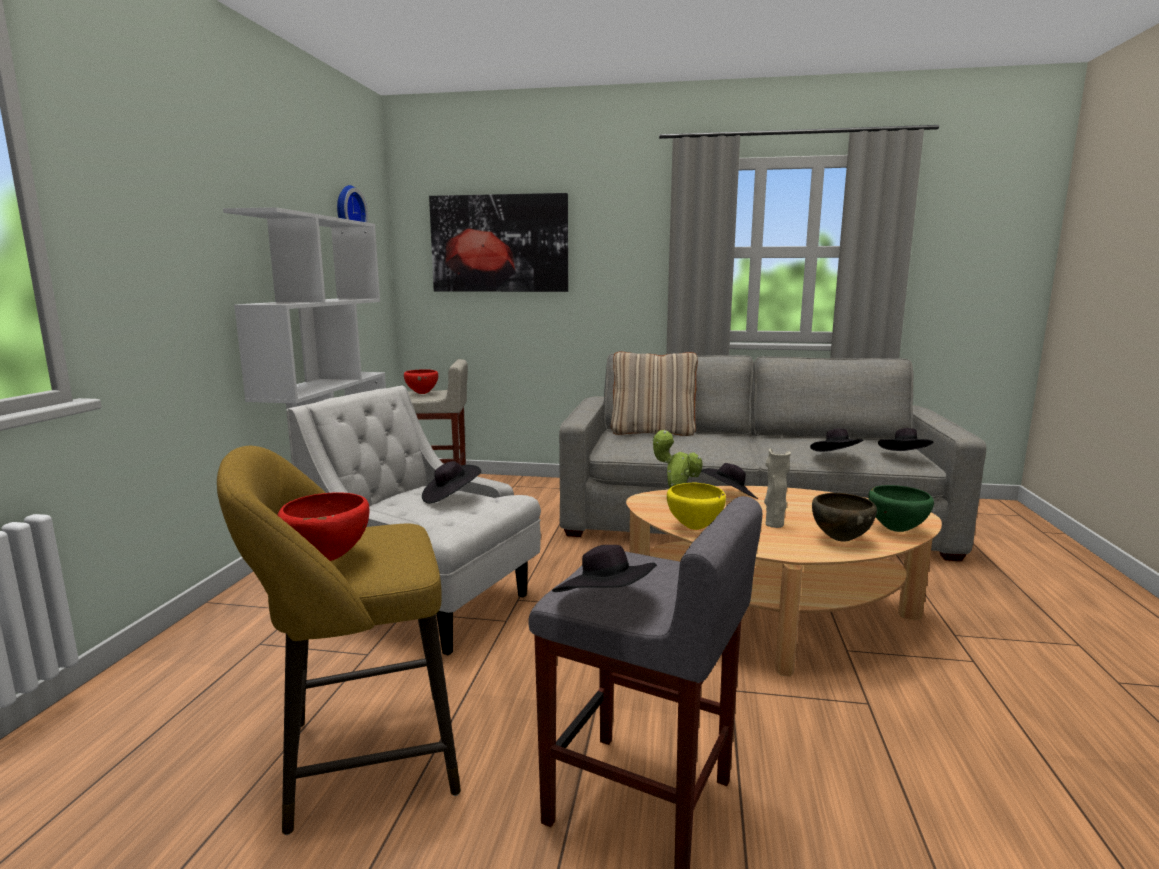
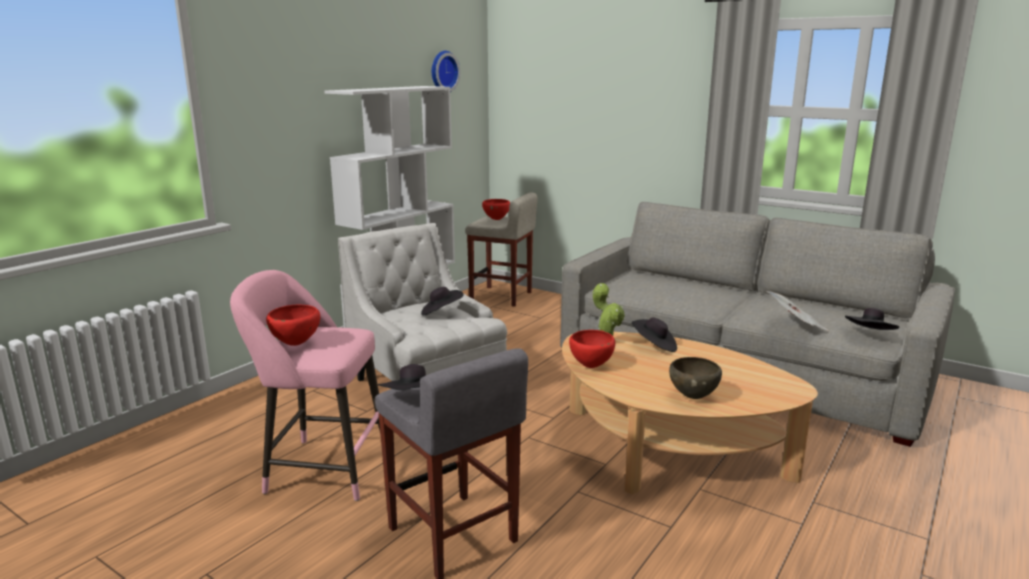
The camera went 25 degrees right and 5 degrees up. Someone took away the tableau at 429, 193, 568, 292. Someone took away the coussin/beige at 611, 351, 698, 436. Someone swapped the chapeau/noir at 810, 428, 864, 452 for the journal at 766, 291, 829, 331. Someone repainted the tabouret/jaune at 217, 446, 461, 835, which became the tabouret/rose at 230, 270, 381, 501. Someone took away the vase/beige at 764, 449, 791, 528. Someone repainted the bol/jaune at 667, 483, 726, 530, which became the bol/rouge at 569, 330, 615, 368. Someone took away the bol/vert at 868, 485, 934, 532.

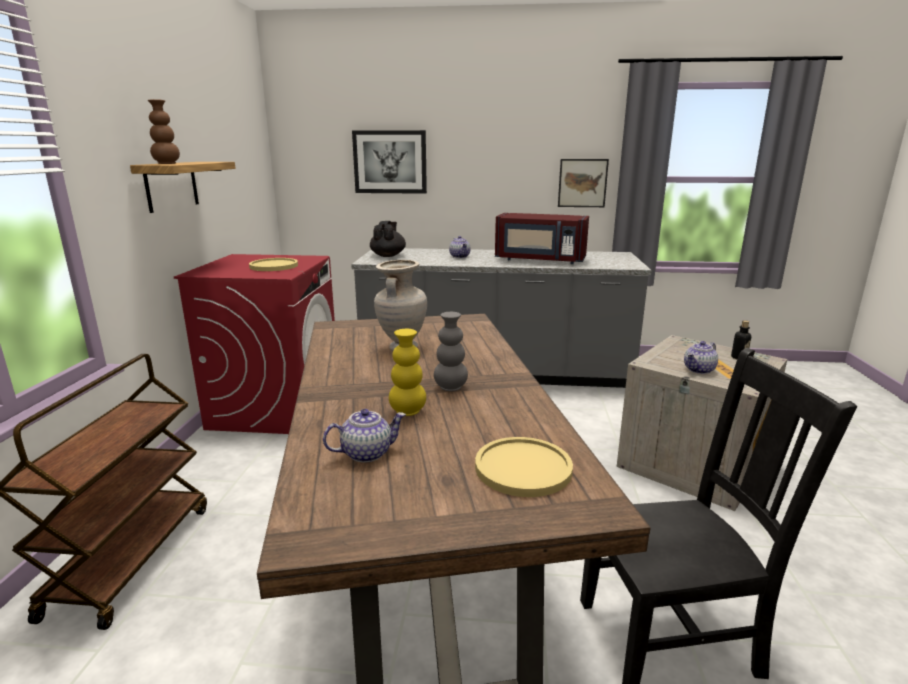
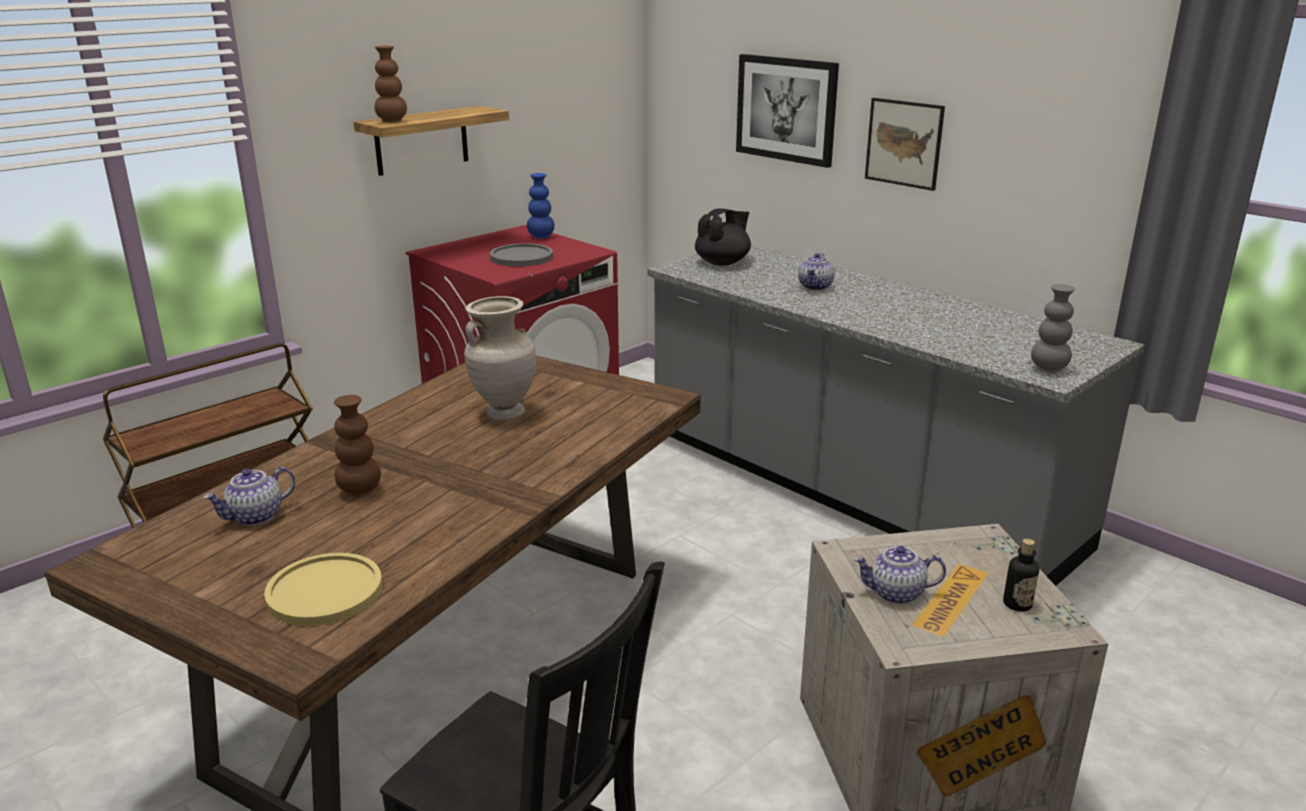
The camera went 40 degrees right and 5 degrees up. Someone carried the tableau from 558, 159, 609, 207 to 865, 98, 945, 191. Someone took away the micro-ondes/rouge at 495, 213, 589, 264. Someone repainted the assiette/jaune at 249, 258, 298, 271, which became the assiette/gris at 490, 243, 553, 266. Someone carried the vase/gris from 434, 312, 468, 391 to 1031, 284, 1075, 373. Someone repainted the vase/jaune at 389, 329, 426, 416, which became the vase/marron at 334, 395, 381, 497. Someone rotated the théière at 323, 409, 406, 463 by 120 degrees clockwise. Someone put down the vase/bleu at 527, 173, 555, 239.

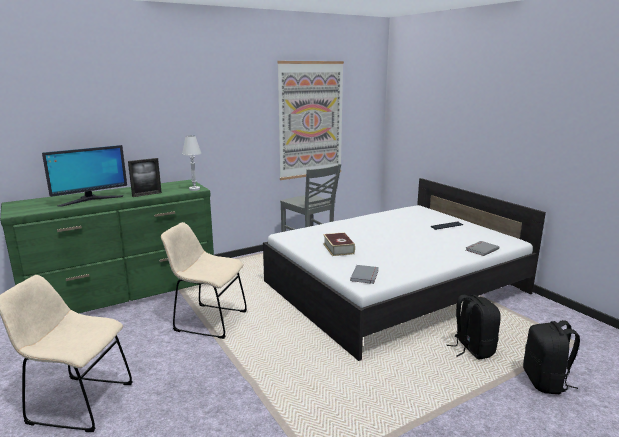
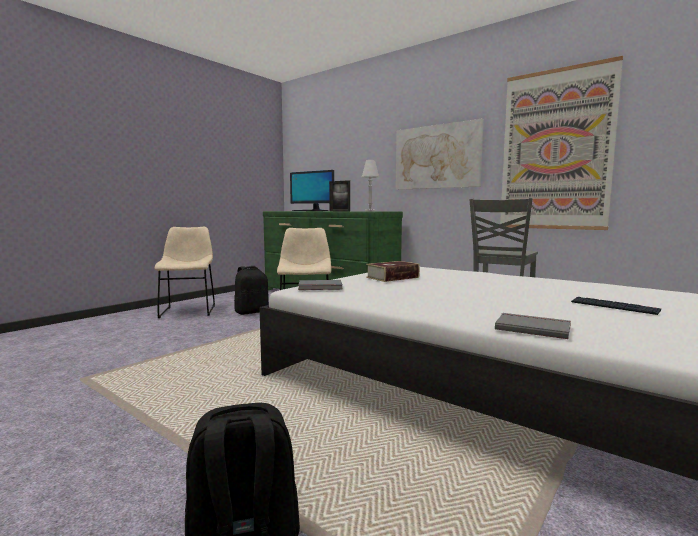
The camera went 70 degrees right and 10 degrees down. Someone carried the sac à dos/noir from 447, 295, 501, 360 to 234, 266, 269, 315. Someone put up the tableau at 396, 119, 484, 190.

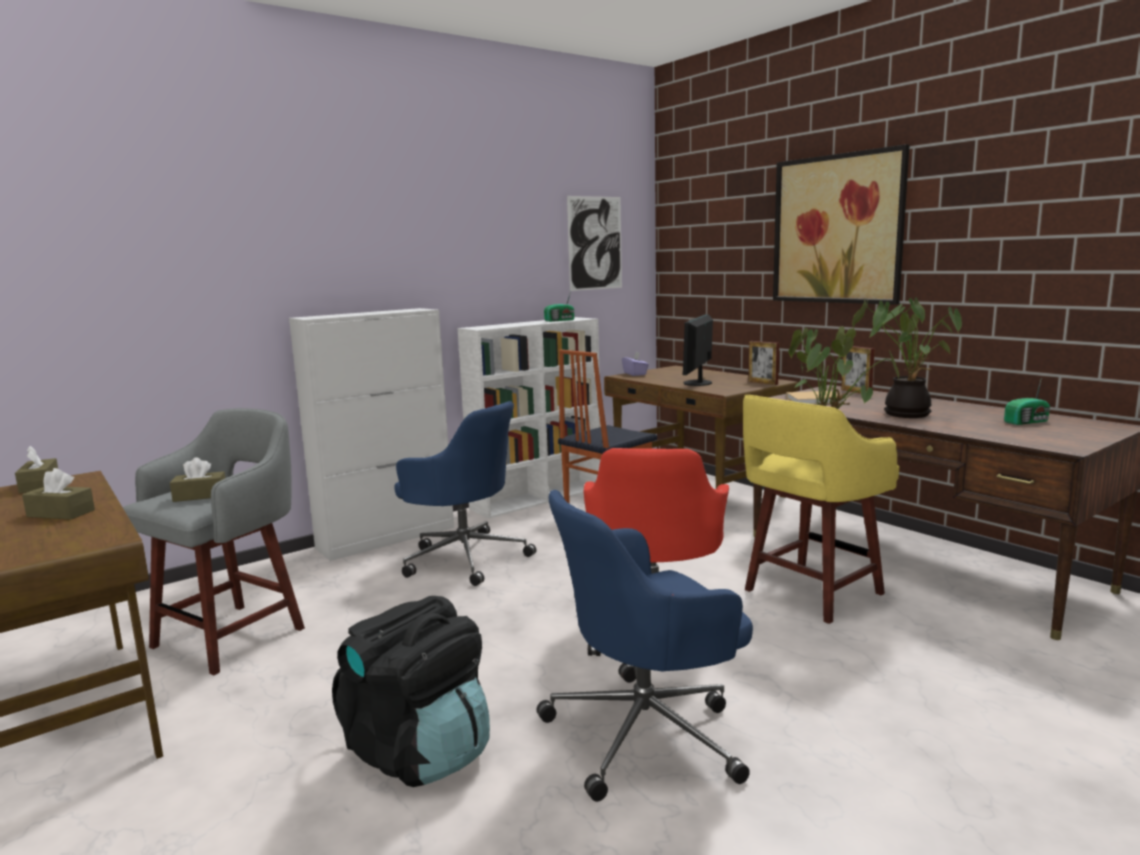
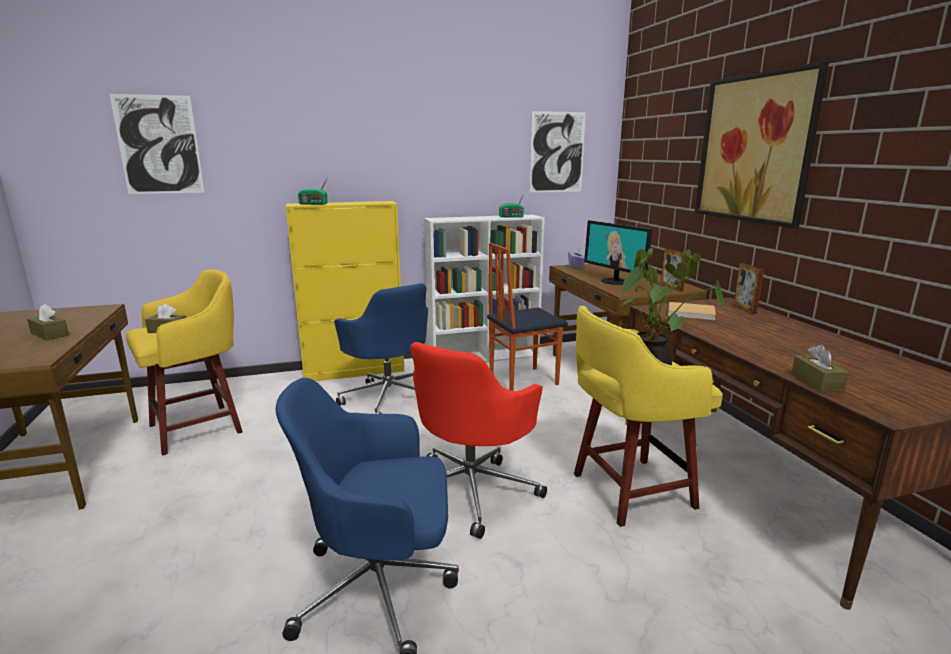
The camera went 20 degrees right and 5 degrees up. Someone took away the plante en pot at 852, 297, 962, 418. Someone repainted the meuble de rangement/blanc at 289, 308, 454, 561, which became the meuble de rangement/jaune at 286, 201, 404, 381. Someone rotated the écran d'ordinateur at 683, 314, 713, 386 by 75 degrees counterclockwise. Someone carried the radio from 1004, 380, 1050, 425 to 298, 177, 328, 205. Someone repainted the tabouret/gris at 123, 408, 305, 675, which became the tabouret/jaune at 126, 269, 243, 455. Someone carried the boîte à mouchoirs/marron from 15, 446, 58, 493 to 791, 344, 849, 392. Someone took away the sac à dos/noir at 332, 596, 490, 787. Someone put up the tableau at 110, 94, 204, 194.

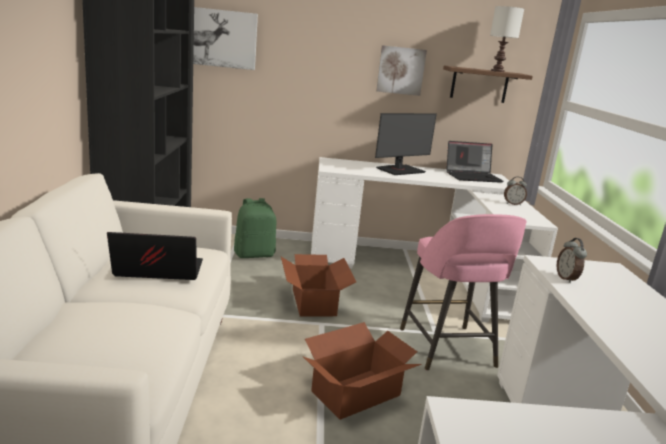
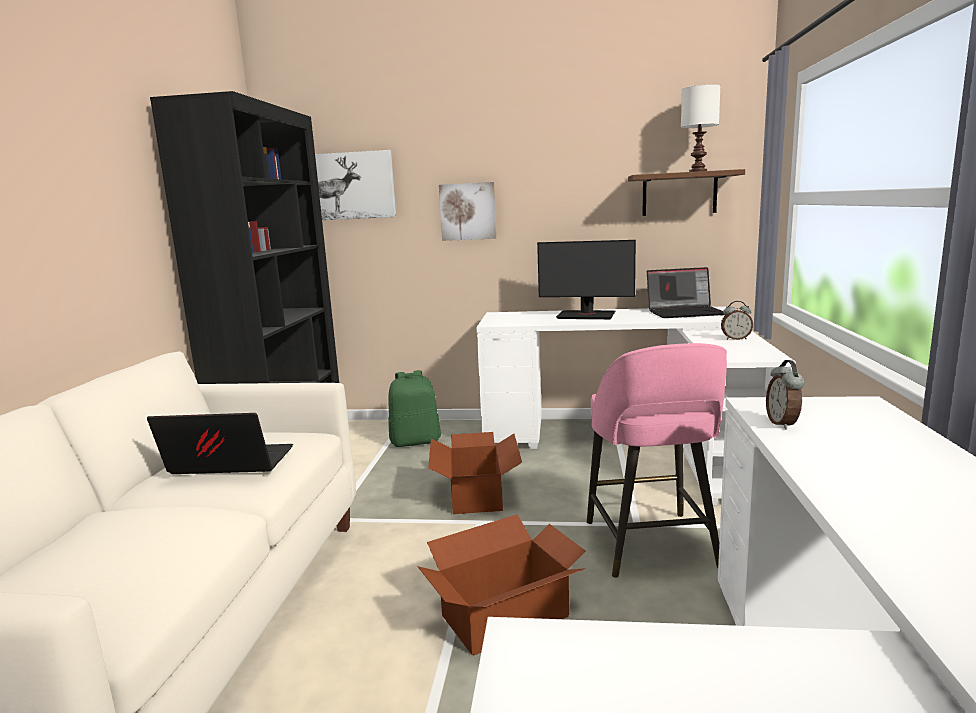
The camera went 10 degrees right and 5 degrees down. Someone carried the tableau from 376, 45, 427, 96 to 439, 182, 496, 241. Someone rotated the écran d'ordinateur at 375, 113, 437, 175 by 45 degrees clockwise.

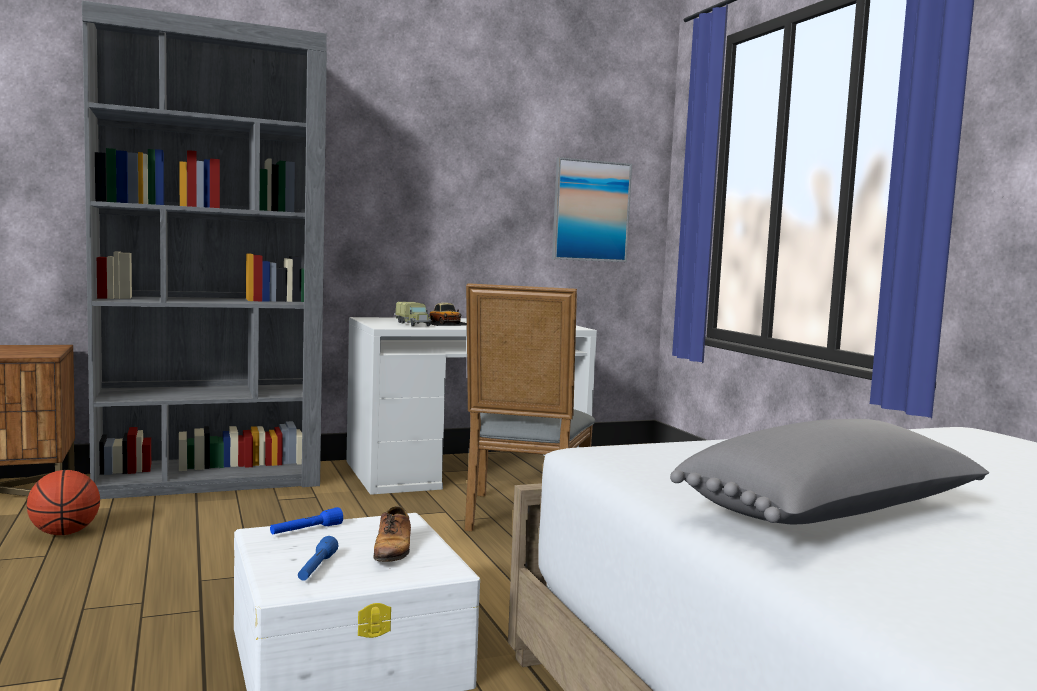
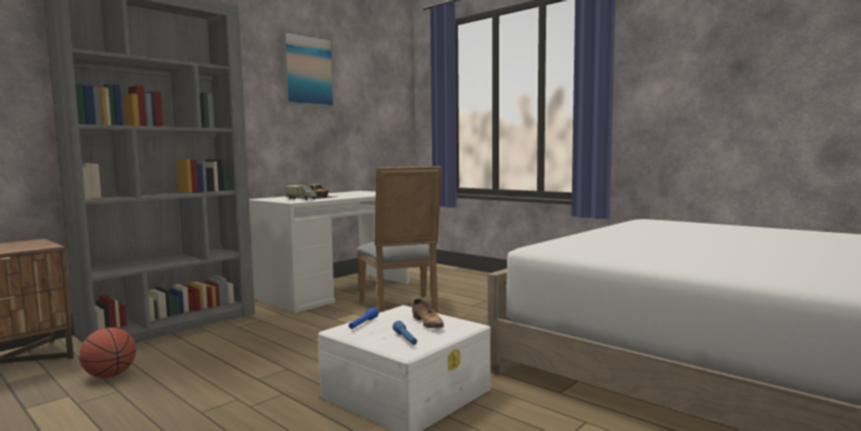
The camera went 25 degrees left and 0 degrees up. Someone carried the tableau from 552, 157, 632, 262 to 282, 30, 334, 107. Someone took away the coussin/gris at 670, 419, 989, 524.

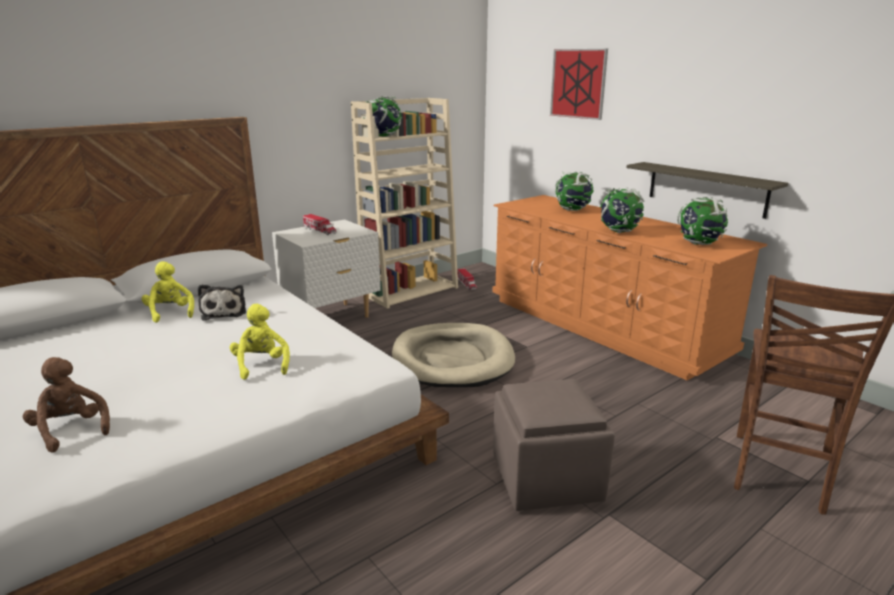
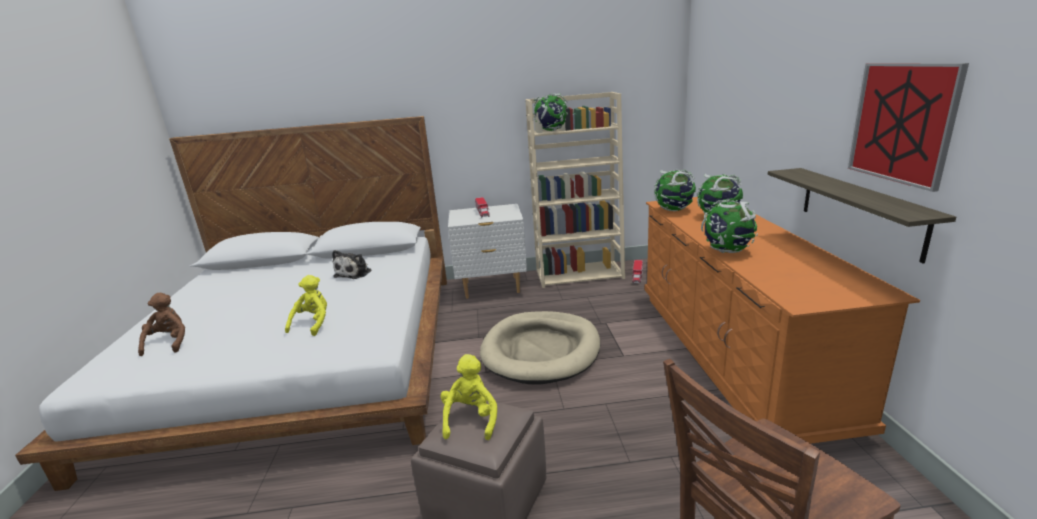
The camera went 35 degrees right and 0 degrees up. Someone carried the tableau from 550, 49, 608, 120 to 848, 63, 969, 192. Someone carried the globe from 677, 197, 728, 245 to 654, 170, 696, 211. Someone carried the peluche/jaune from 142, 261, 194, 323 to 441, 354, 497, 440.

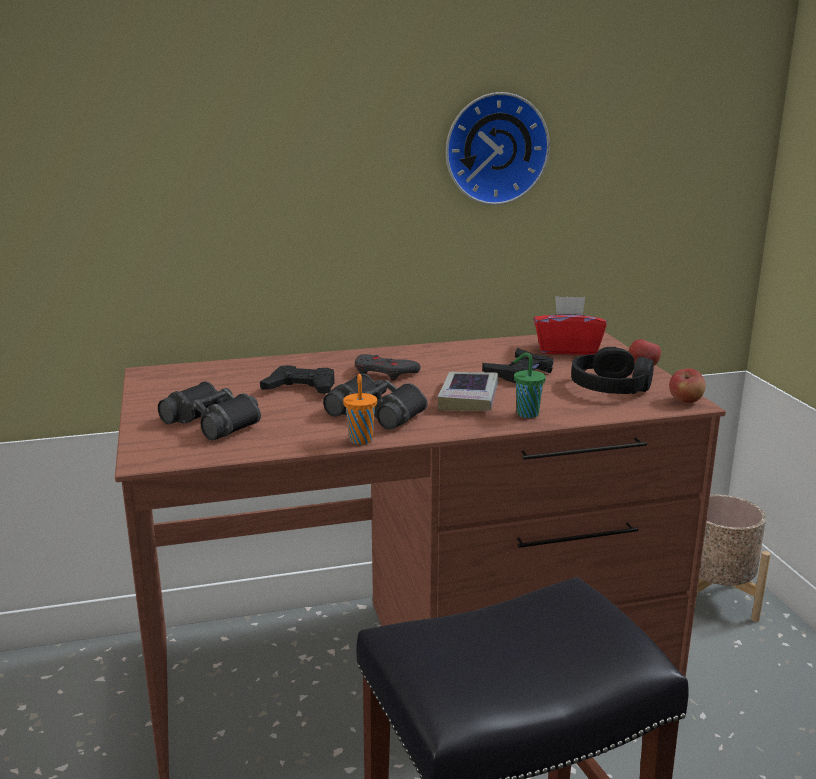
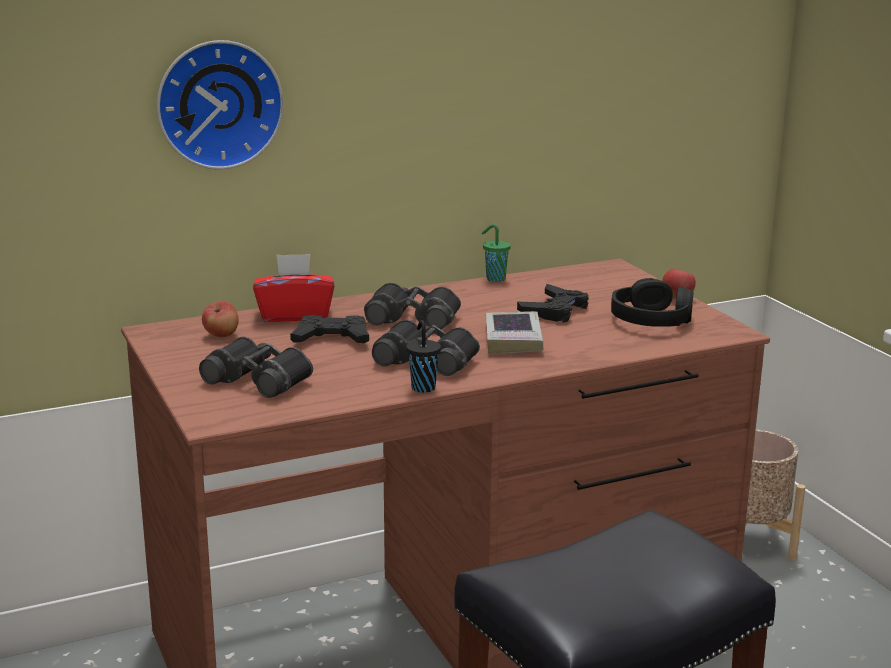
The camera went 10 degrees left and 0 degrees up. Someone carried the horloge murale from 446, 92, 550, 205 to 157, 40, 284, 170. Someone carried the boîte à mouchoirs/rouge from 534, 296, 607, 355 to 253, 254, 335, 322. Someone carried the tasse/vert from 514, 353, 546, 418 to 482, 224, 511, 282. Someone swapped the manette/gris at 355, 354, 420, 381 for the jumelles/noir at 364, 283, 461, 330. Someone carried the pomme from 669, 368, 706, 403 to 202, 301, 239, 337. Someone repainted the tasse/orange at 343, 374, 377, 444, which became the tasse/noir at 406, 320, 441, 393.

